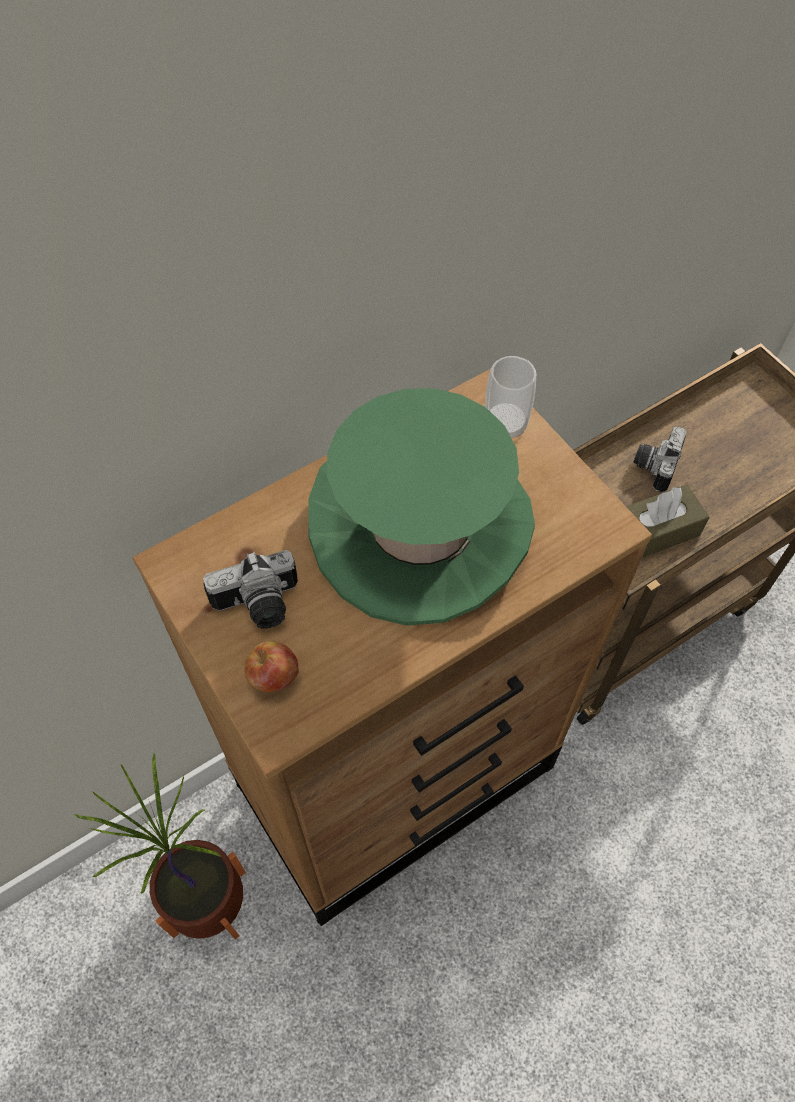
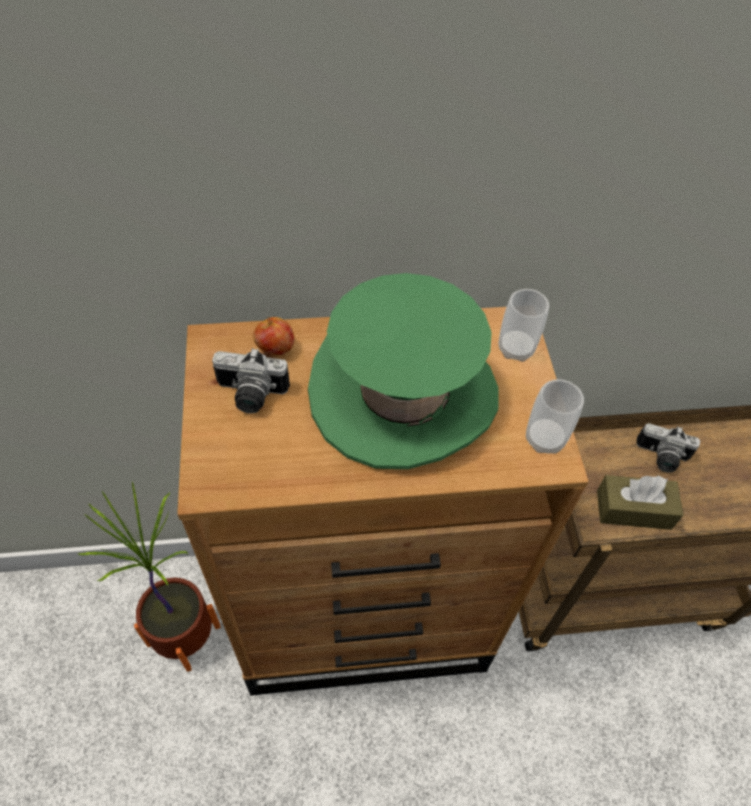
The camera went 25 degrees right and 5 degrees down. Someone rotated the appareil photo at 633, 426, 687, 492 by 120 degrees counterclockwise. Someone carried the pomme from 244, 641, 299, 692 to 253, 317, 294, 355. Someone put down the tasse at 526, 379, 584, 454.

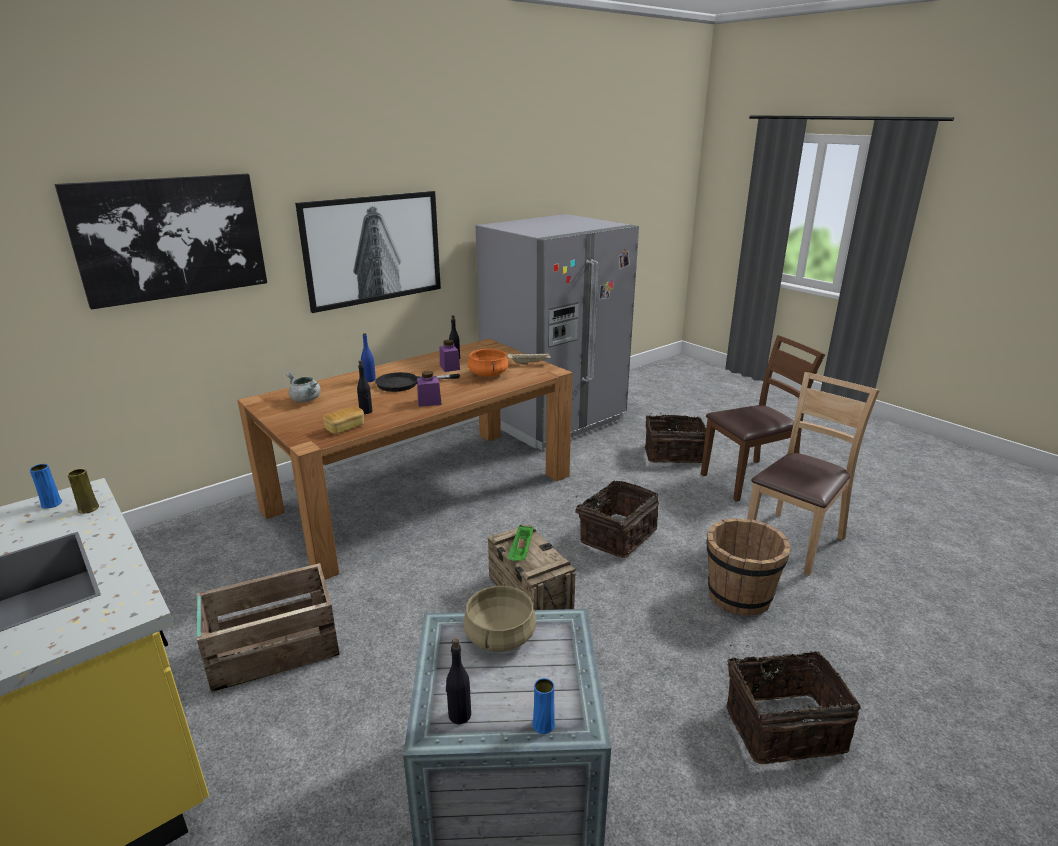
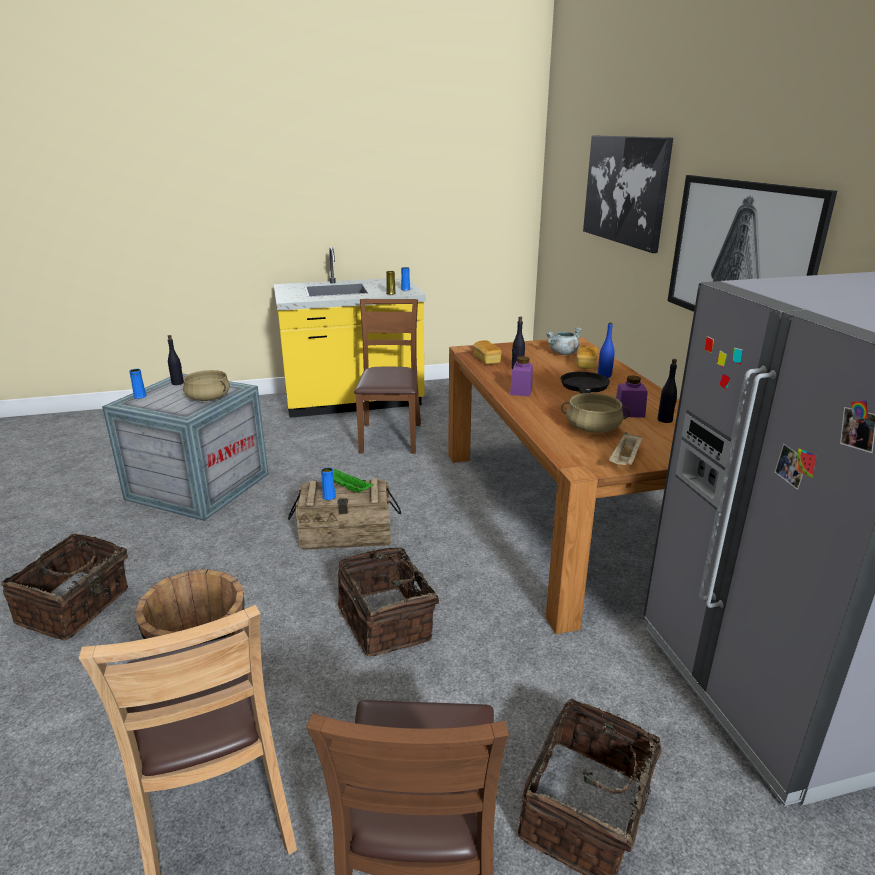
The camera went 115 degrees right and 0 degrees up. Someone repainted the marmite/orange at 468, 349, 508, 377, which became the marmite/beige at 561, 393, 630, 433. Someone swapped the caisse at 197, 563, 339, 693 for the chaise/marron at 354, 299, 421, 454. Someone put down the pain at 577, 345, 598, 369. Someone put down the vase/bleu at 321, 467, 336, 500.

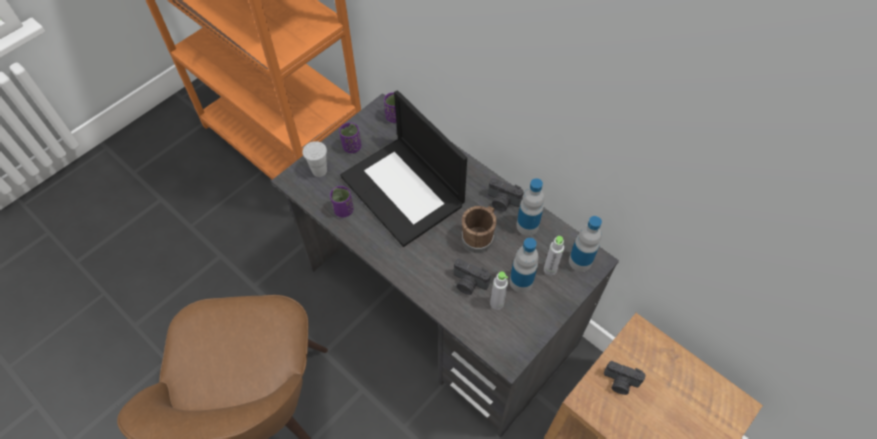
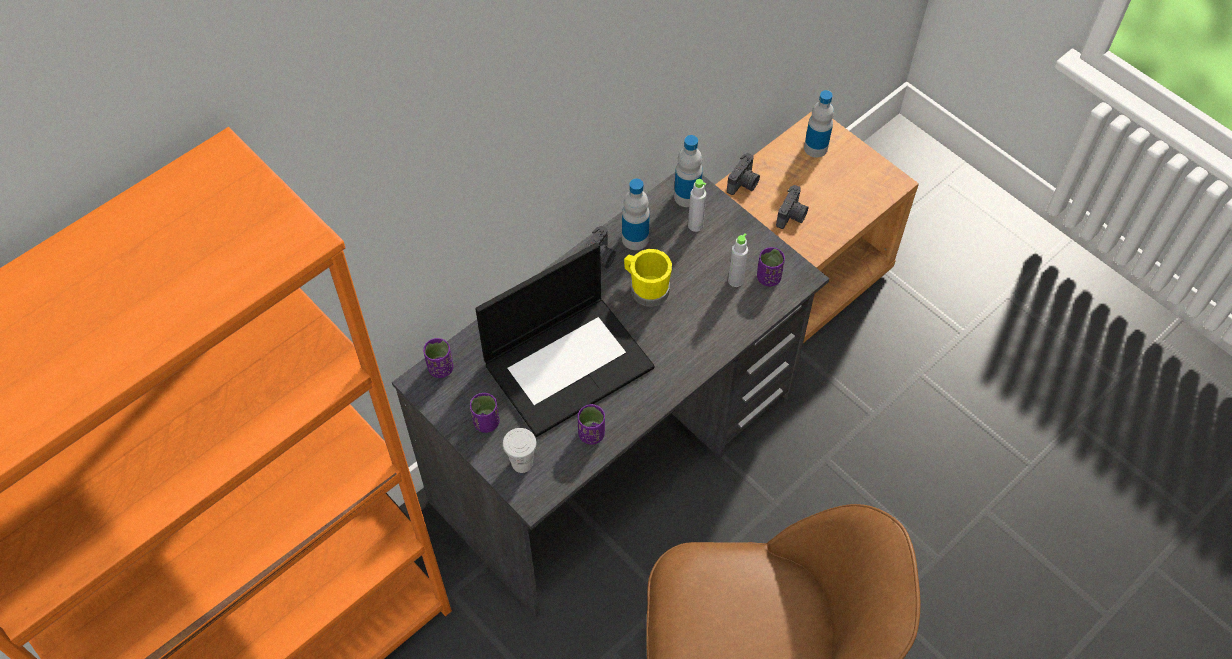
The camera went 85 degrees left and 0 degrees up. Someone repainted the mug/marron at 462, 206, 497, 253, which became the mug/jaune at 624, 249, 672, 307. Someone carried the bouteille from 509, 238, 539, 293 to 804, 90, 834, 158. Someone carried the appareil photo from 454, 259, 491, 295 to 727, 153, 760, 195. Someone put down the tasse/violet at 757, 247, 785, 286.

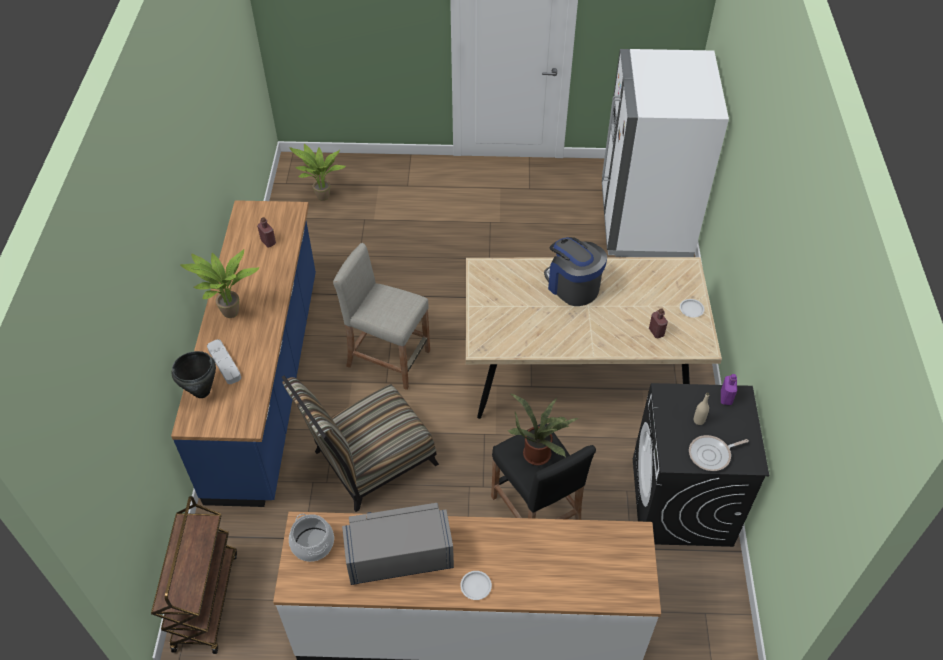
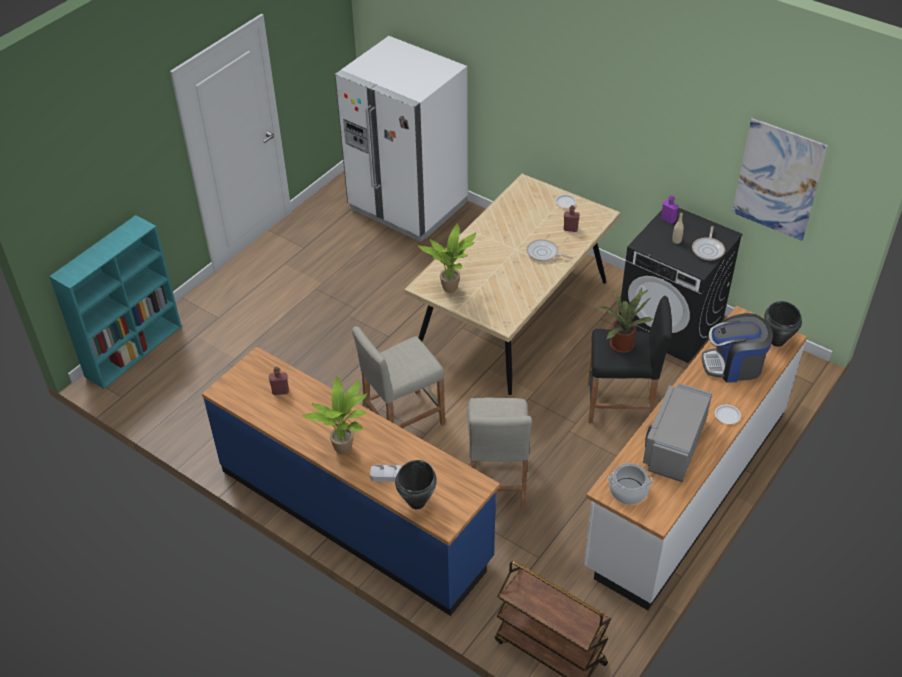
The camera went 55 degrees left and 5 degrees down. Someone carried the plante en pot from 290, 144, 346, 201 to 418, 223, 476, 293. Someone carried the machine à café from 544, 237, 607, 306 to 702, 313, 773, 383. Someone swapped the chaise at 281, 376, 439, 512 for the tabouret/beige at 467, 398, 532, 511. Someone put up the tableau at 732, 118, 828, 241. Someone put down the bibliothèque/turquoise at 49, 215, 182, 389. Someone put down the poêle at 526, 239, 573, 262. Someone put down the marmite/noir at 764, 301, 802, 347.

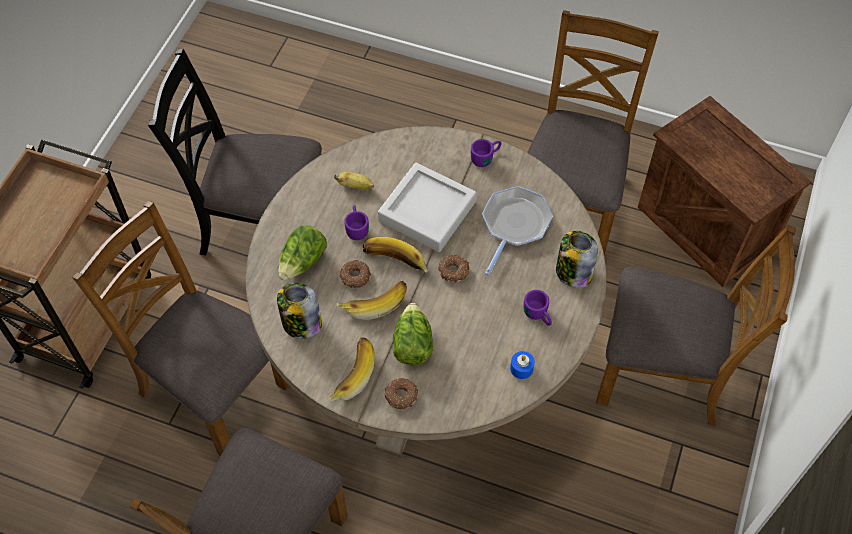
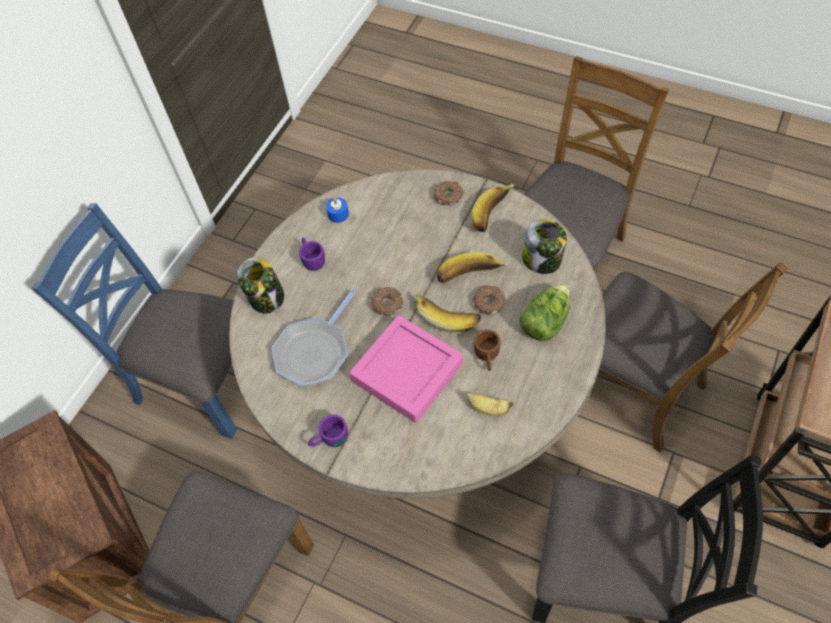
The camera went 170 degrees left and 0 degrees up. Someone repainted the plateau/gris at 378, 163, 476, 252, which became the plateau/rose at 350, 315, 463, 423. Someone repainted the mug/violet at 344, 205, 369, 240, which became the mug/marron at 474, 329, 501, 371. Someone repainted the chaise/marron at 596, 225, 796, 426, which became the chaise/bleu at 31, 203, 237, 439. Someone took away the laitue at 393, 303, 433, 365.

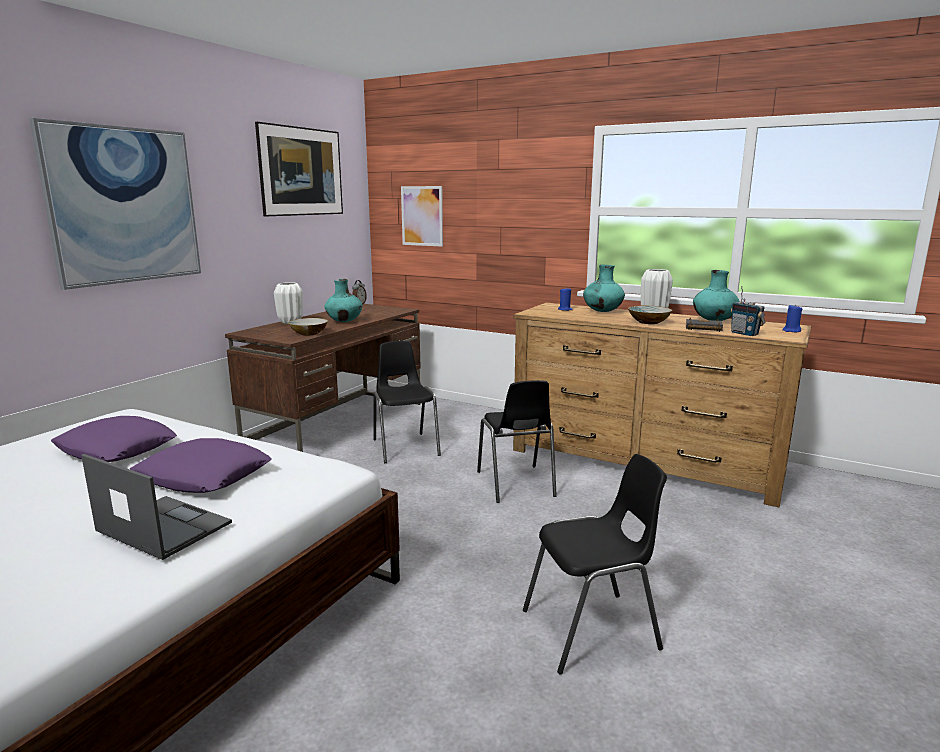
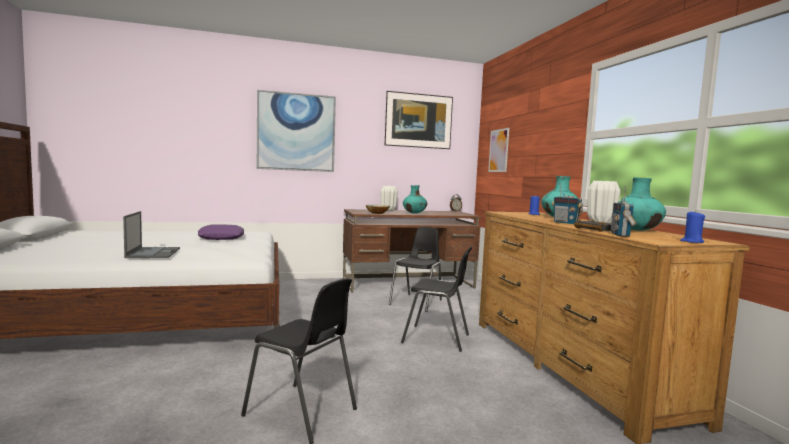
The camera went 45 degrees right and 10 degrees down. Someone swapped the bol at 628, 306, 672, 324 for the radio at 552, 183, 583, 224. Someone rotated the chaise/noir at 477, 380, 557, 503 by 105 degrees counterclockwise. Someone took away the coussin/violet at 130, 438, 272, 493.

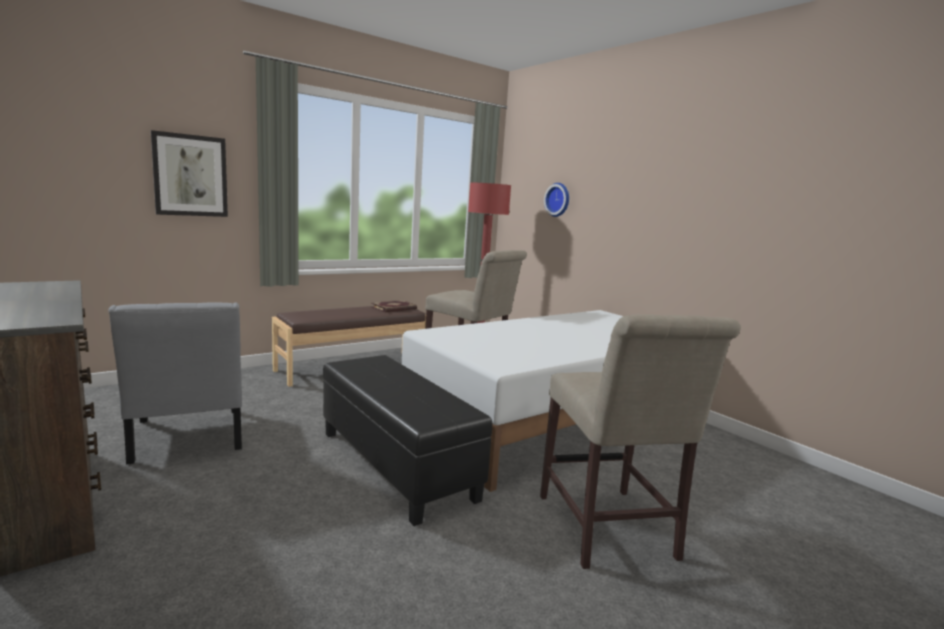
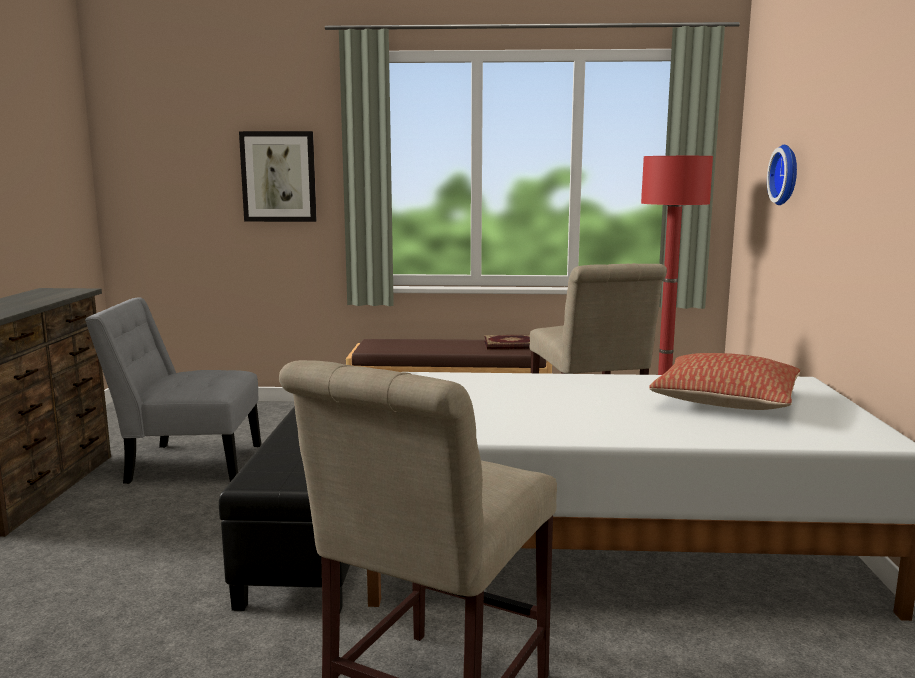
The camera went 40 degrees right and 0 degrees up. Someone rotated the chaise/gris at 109, 302, 242, 464 by 75 degrees clockwise. Someone put down the coussin at 649, 353, 800, 410.

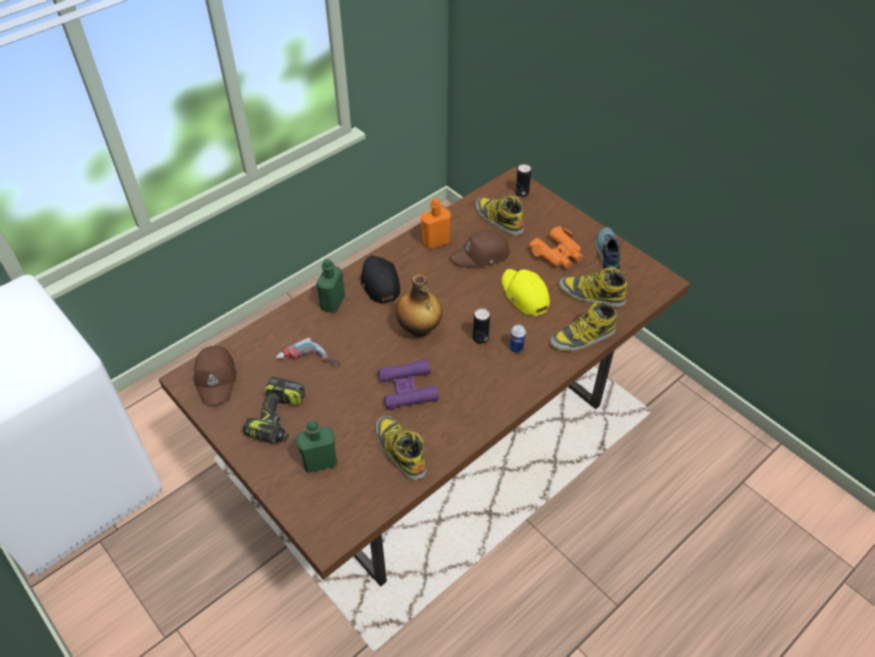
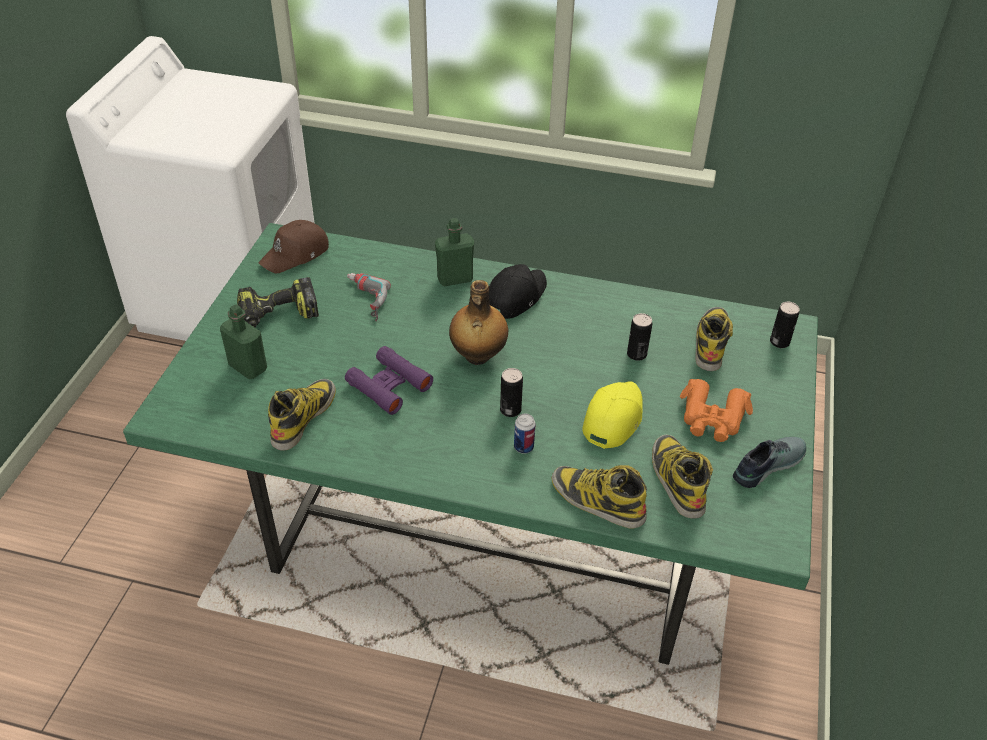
The camera went 55 degrees right and 5 degrees down. Someone repainted the table à manger/marron at 159, 167, 690, 586, which became the table à manger/vert at 123, 223, 818, 665. Someone took away the bouteille/orange at 421, 198, 451, 249. Someone swapped the casquette/marron at 450, 230, 510, 268 for the boîte métallique at 627, 313, 652, 361.

